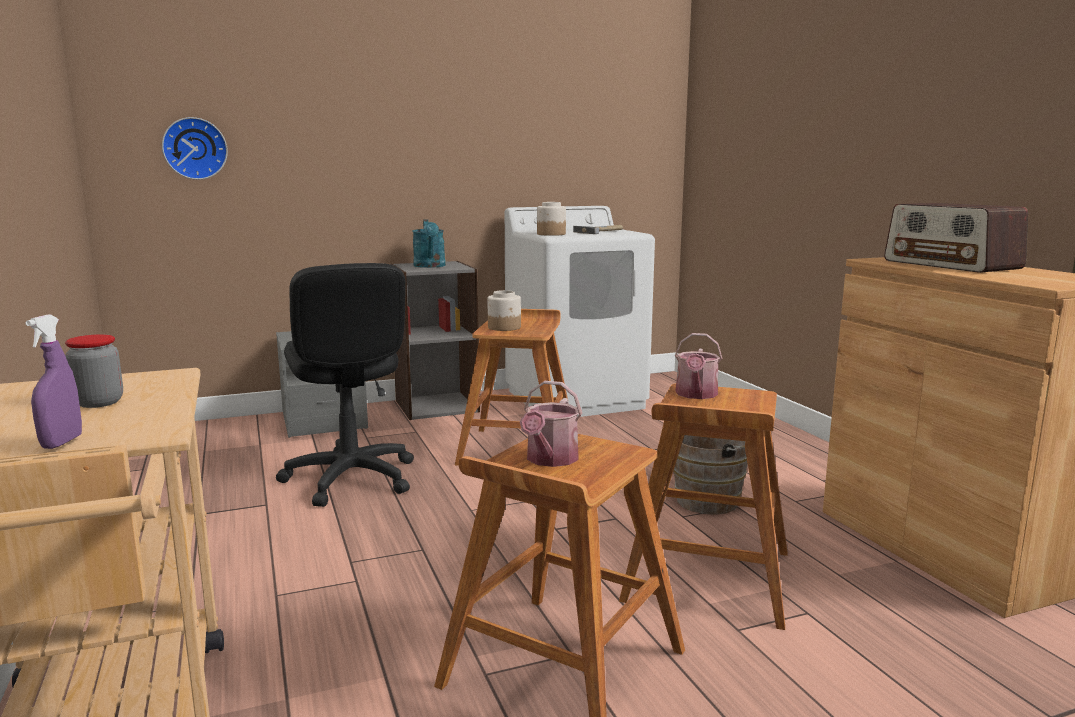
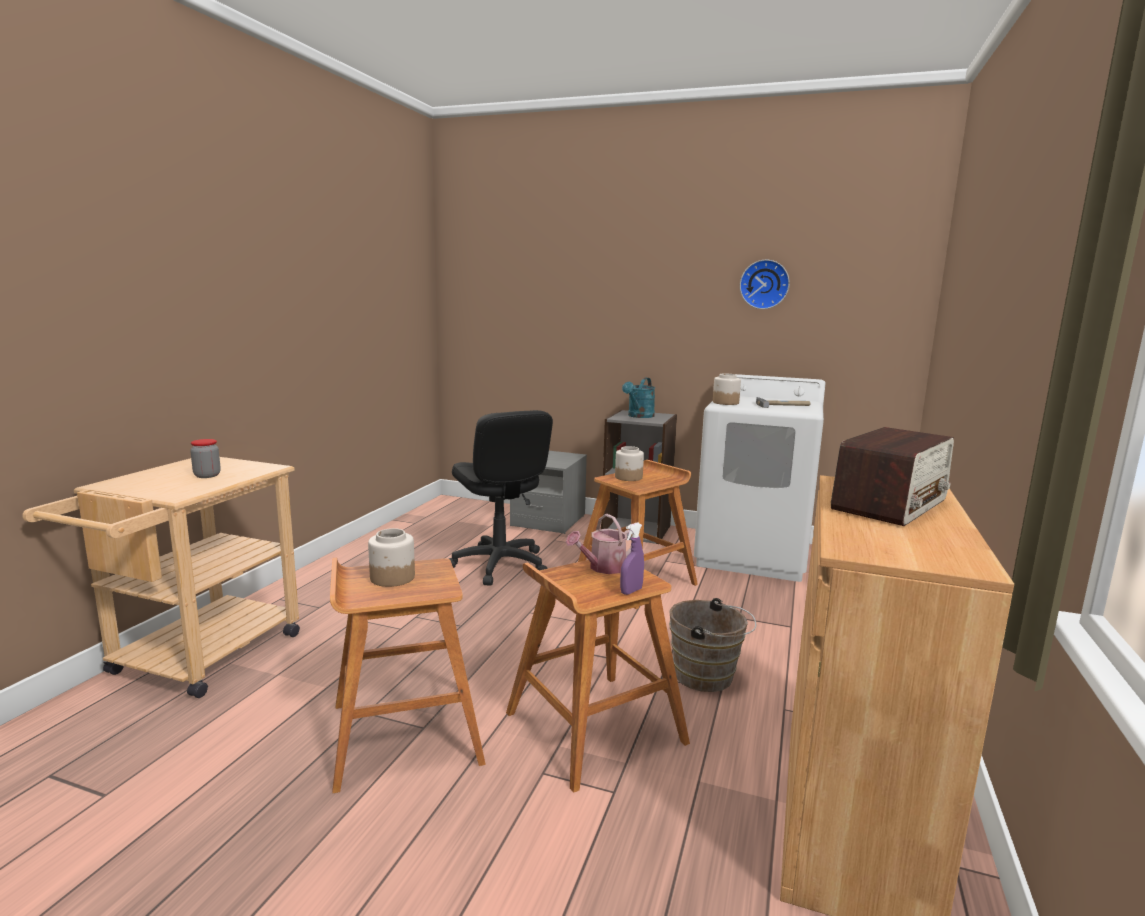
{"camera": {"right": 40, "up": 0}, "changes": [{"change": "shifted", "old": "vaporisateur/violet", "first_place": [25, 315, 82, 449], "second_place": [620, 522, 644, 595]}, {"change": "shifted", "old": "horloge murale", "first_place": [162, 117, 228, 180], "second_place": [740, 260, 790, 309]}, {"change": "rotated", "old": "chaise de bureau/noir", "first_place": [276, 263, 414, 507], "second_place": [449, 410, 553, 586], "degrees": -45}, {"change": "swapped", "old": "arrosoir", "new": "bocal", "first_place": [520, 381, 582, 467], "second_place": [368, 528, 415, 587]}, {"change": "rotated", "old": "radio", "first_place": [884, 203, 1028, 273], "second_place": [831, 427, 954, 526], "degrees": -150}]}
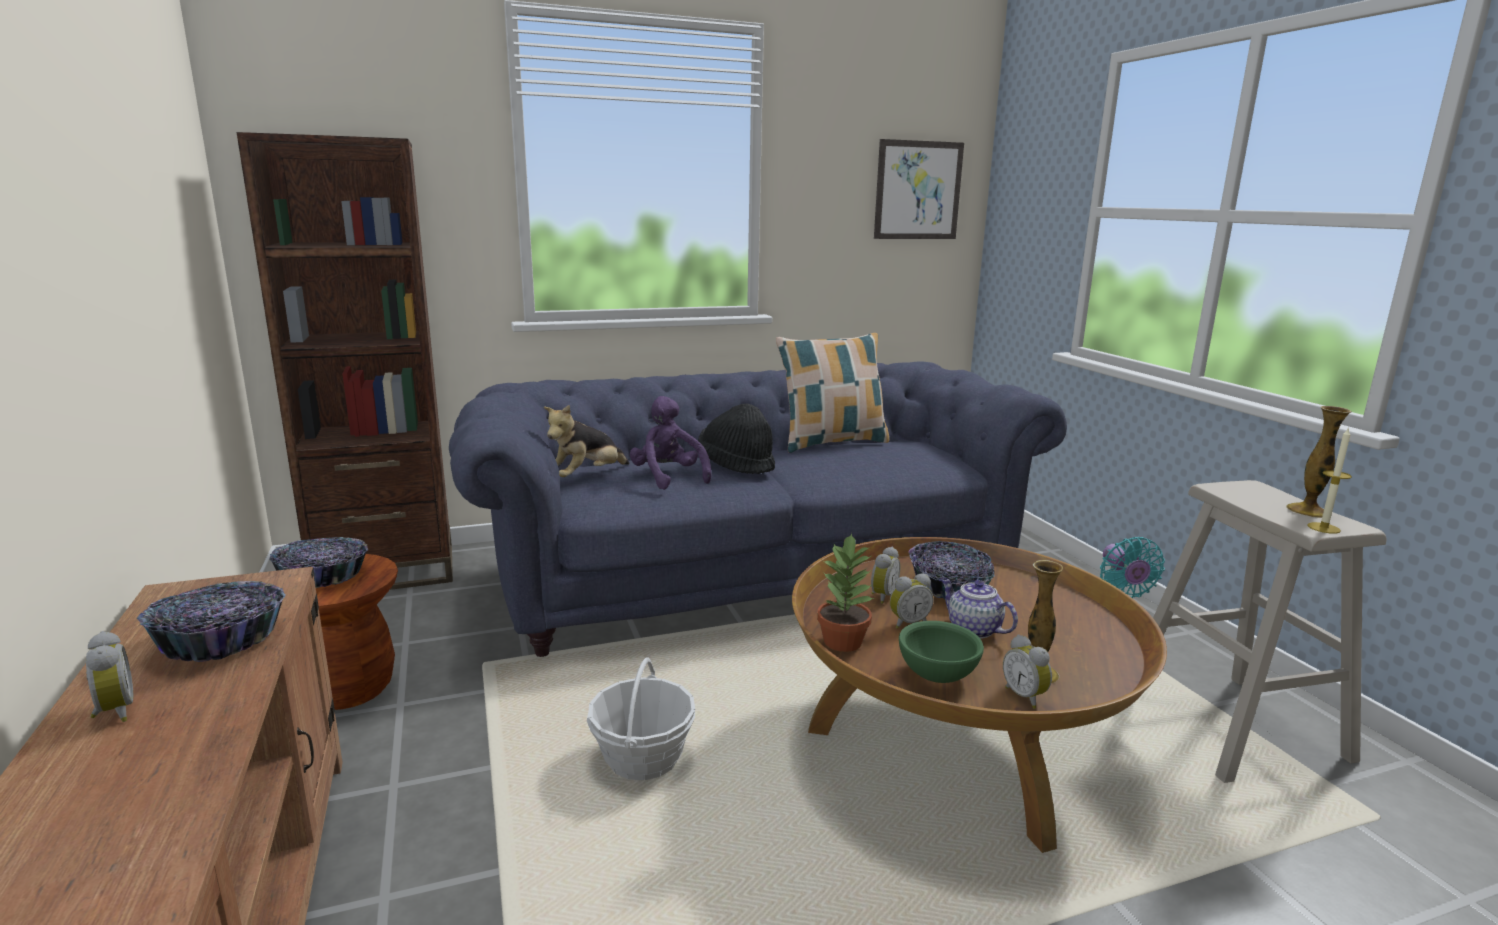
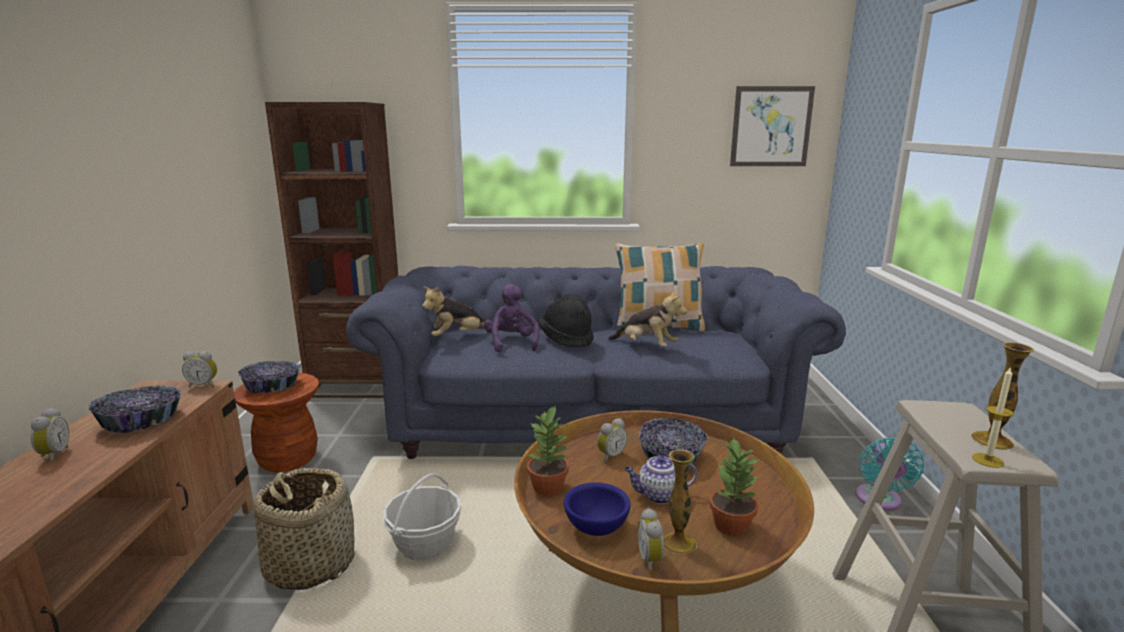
{"camera": {"right": 20, "up": 0}, "changes": [{"change": "shifted", "old": "réveil", "first_place": [890, 574, 933, 629], "second_place": [182, 351, 217, 388]}, {"change": "repainted", "old": "bol/vert", "new": "bol/bleu", "first_place": [899, 621, 984, 683], "second_place": [564, 482, 631, 536]}, {"change": "rotated", "old": "théière", "first_place": [940, 578, 1018, 639], "second_place": [624, 456, 697, 504], "degrees": -75}, {"change": "new", "new": "panier", "second_place": [253, 468, 355, 590]}, {"change": "new", "new": "peluche", "second_place": [608, 289, 687, 347]}, {"change": "new", "new": "plante en pot", "second_place": [710, 438, 759, 536]}]}
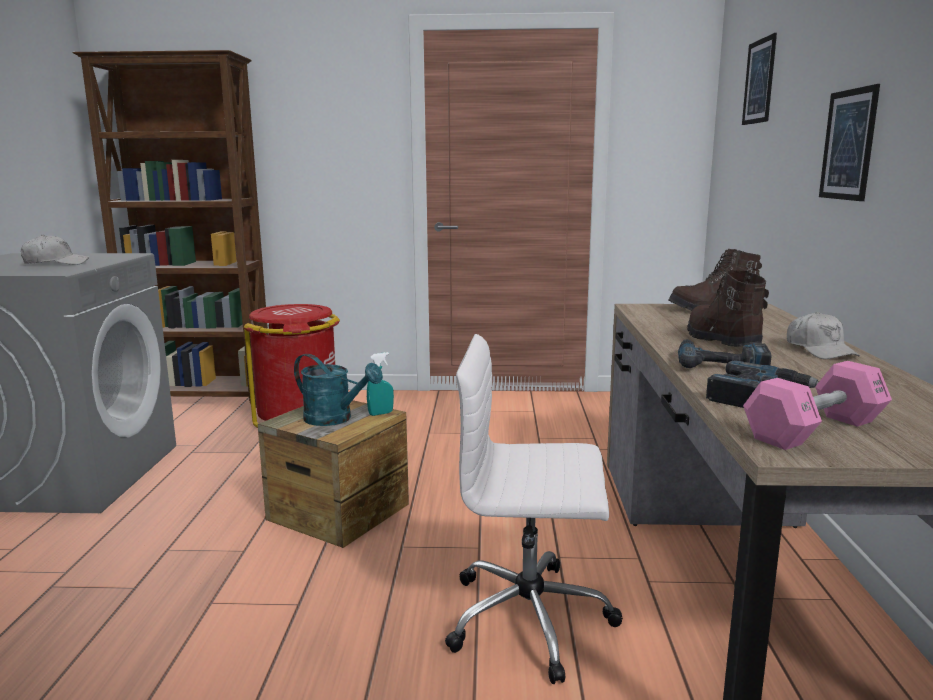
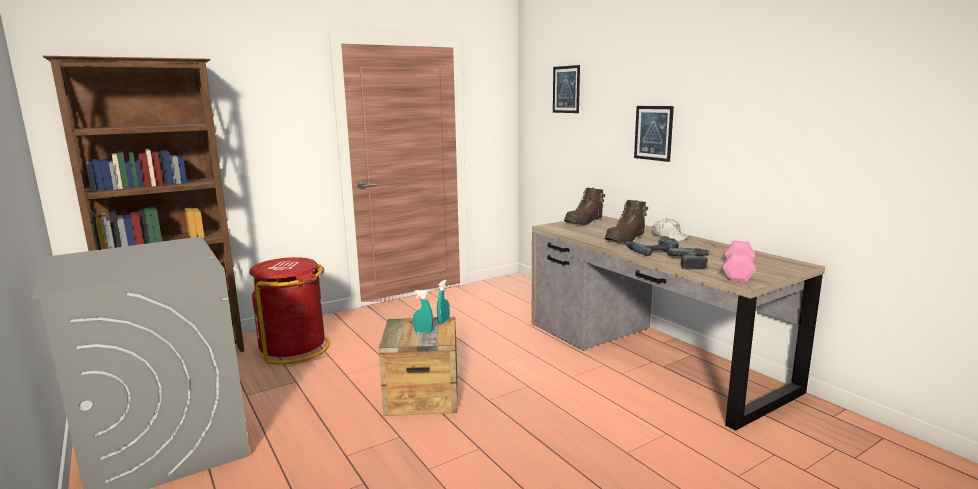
{"camera": {"right": -35, "up": 0}, "changes": [{"change": "gone", "old": "casquette/blanc", "first_place": [21, 235, 89, 265]}, {"change": "swapped", "old": "arrosoir/turquoise", "new": "vaporisateur/turquoise", "first_place": [294, 354, 383, 426], "second_place": [413, 290, 433, 333]}, {"change": "gone", "old": "chaise de bureau/blanc", "first_place": [445, 334, 623, 684]}, {"change": "rotated", "old": "botte/marron", "first_place": [687, 270, 769, 347], "second_place": [605, 200, 648, 243], "degrees": -90}]}
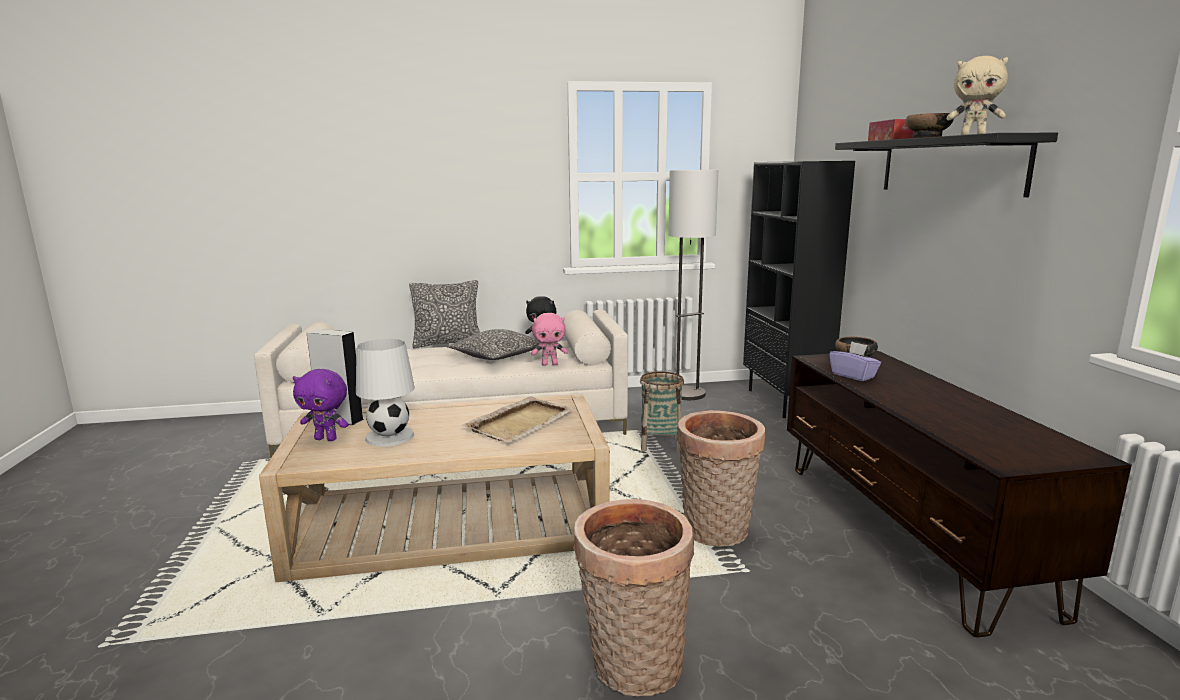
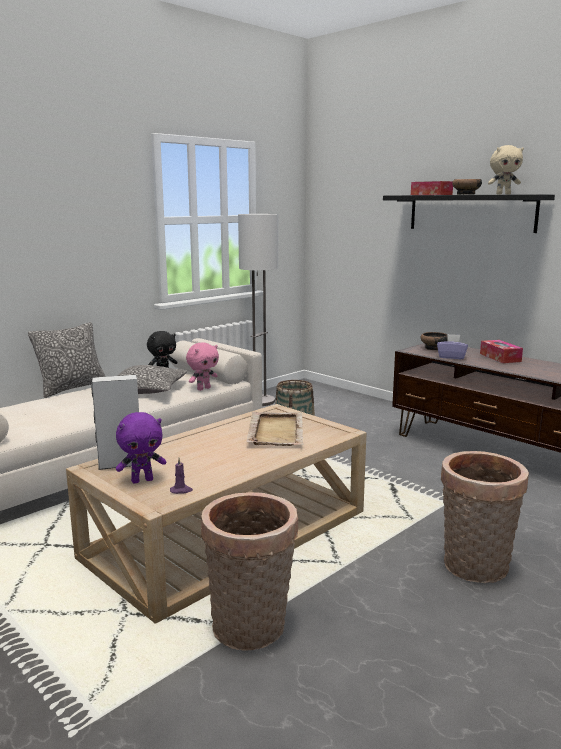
{"camera": {"right": -35, "up": 0}, "changes": [{"change": "gone", "old": "lampe de table/blanc", "first_place": [356, 339, 415, 447]}, {"change": "shifted", "old": "panier", "first_place": [677, 410, 765, 547], "second_place": [201, 492, 298, 651]}, {"change": "gone", "old": "bibliothèque/noir", "first_place": [743, 161, 855, 418]}, {"change": "new", "new": "bougie/violet", "second_place": [170, 458, 193, 494]}, {"change": "new", "new": "boîte à mouchoirs", "second_place": [480, 340, 523, 363]}]}
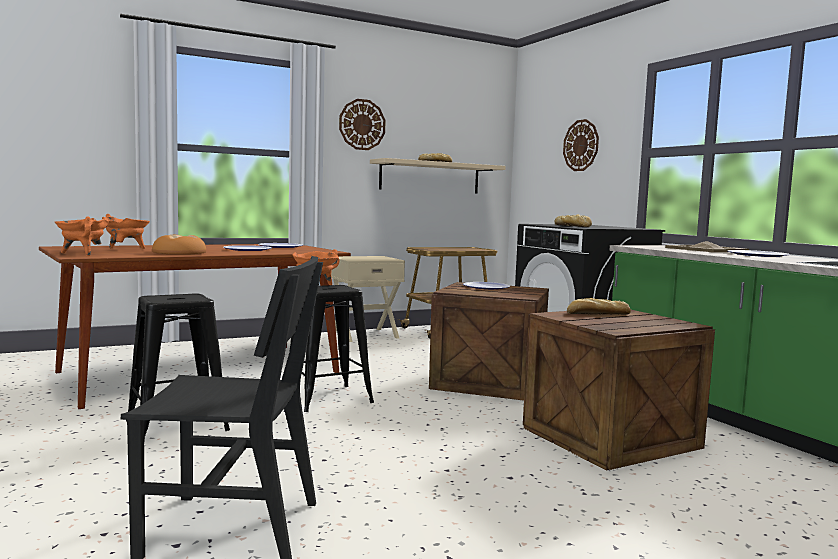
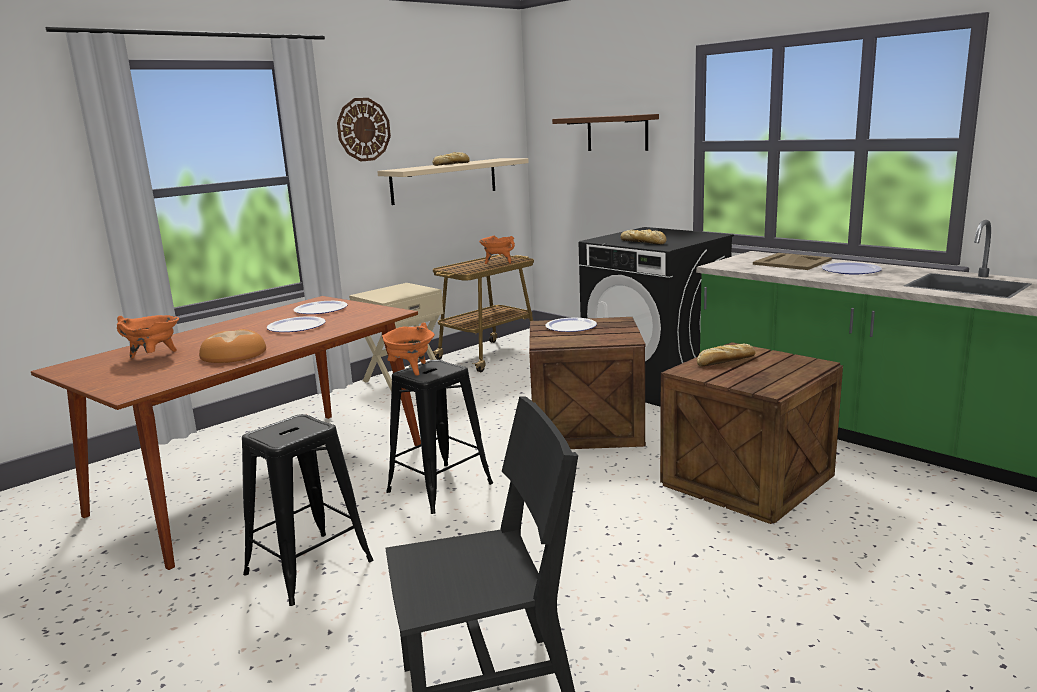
{"camera": {"right": -15, "up": 10}, "changes": [{"change": "shifted", "old": "marmite/orange", "first_place": [55, 216, 109, 256], "second_place": [479, 236, 515, 264]}, {"change": "swapped", "old": "horloge murale", "new": "étagère/marron", "first_place": [563, 119, 599, 171], "second_place": [552, 114, 659, 151]}]}
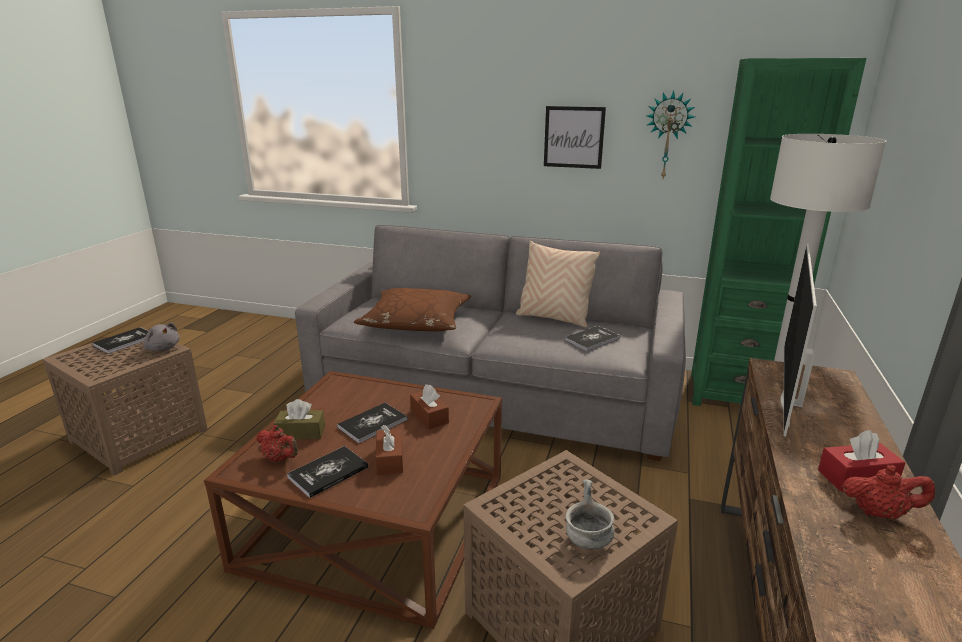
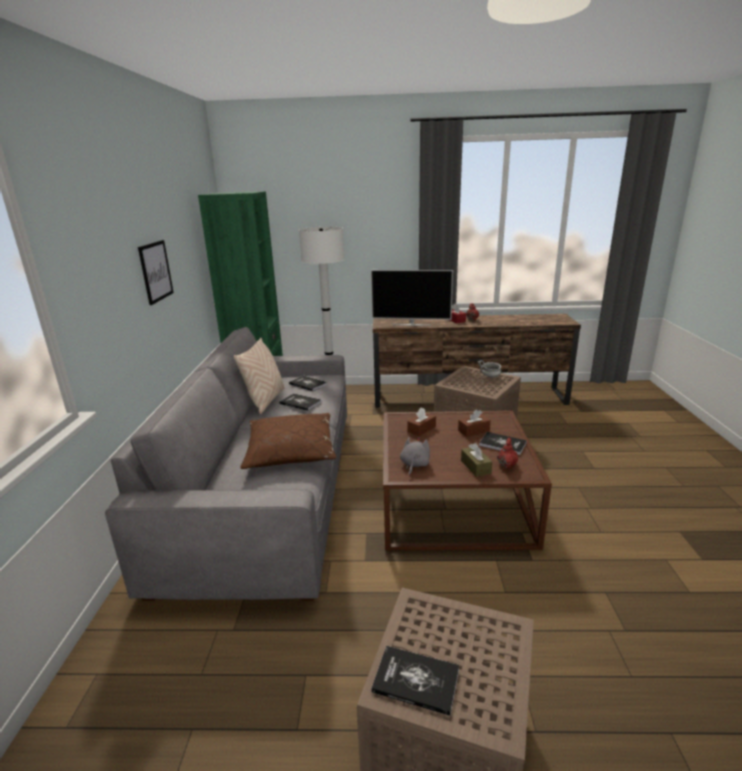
{"camera": {"right": -105, "up": 0}, "changes": [{"change": "shifted", "old": "peluche/gris", "first_place": [143, 322, 180, 351], "second_place": [400, 437, 430, 476]}, {"change": "shifted", "old": "livre", "first_place": [337, 403, 408, 443], "second_place": [279, 393, 322, 411]}, {"change": "gone", "old": "horloge murale", "first_place": [647, 91, 695, 178]}]}
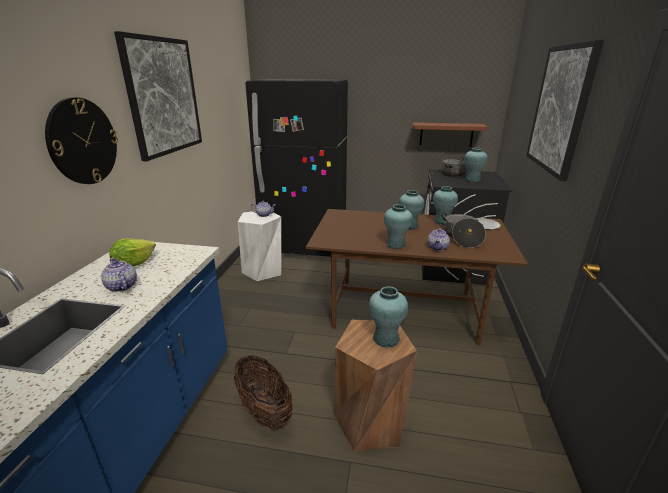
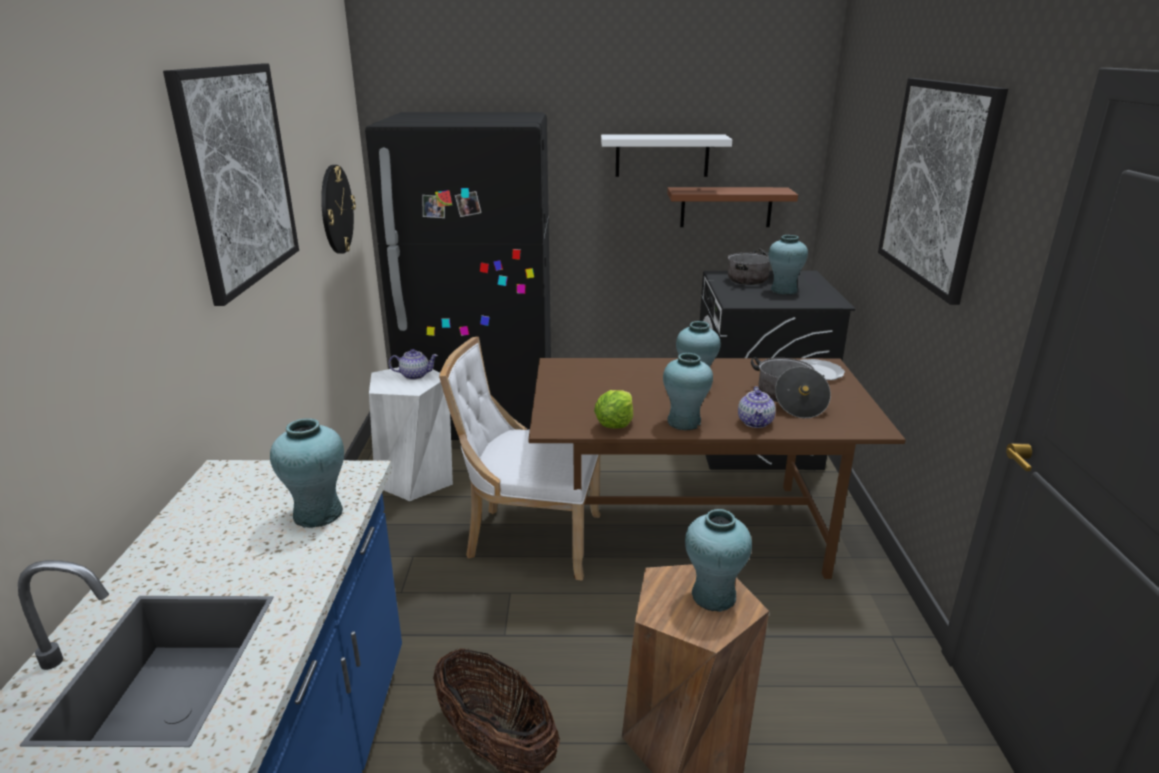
{"camera": {"right": -10, "up": 0}, "changes": [{"change": "shifted", "old": "horloge murale", "first_place": [45, 97, 118, 184], "second_place": [321, 165, 356, 254]}, {"change": "gone", "old": "théière", "first_place": [101, 258, 137, 292]}, {"change": "shifted", "old": "laitue", "first_place": [109, 238, 156, 267], "second_place": [594, 390, 633, 429]}, {"change": "shifted", "old": "vase/turquoise", "first_place": [433, 186, 458, 225], "second_place": [270, 418, 344, 528]}, {"change": "new", "new": "chaise/blanc", "second_place": [439, 337, 601, 581]}, {"change": "new", "new": "étagère/blanc", "second_place": [601, 134, 732, 177]}]}
